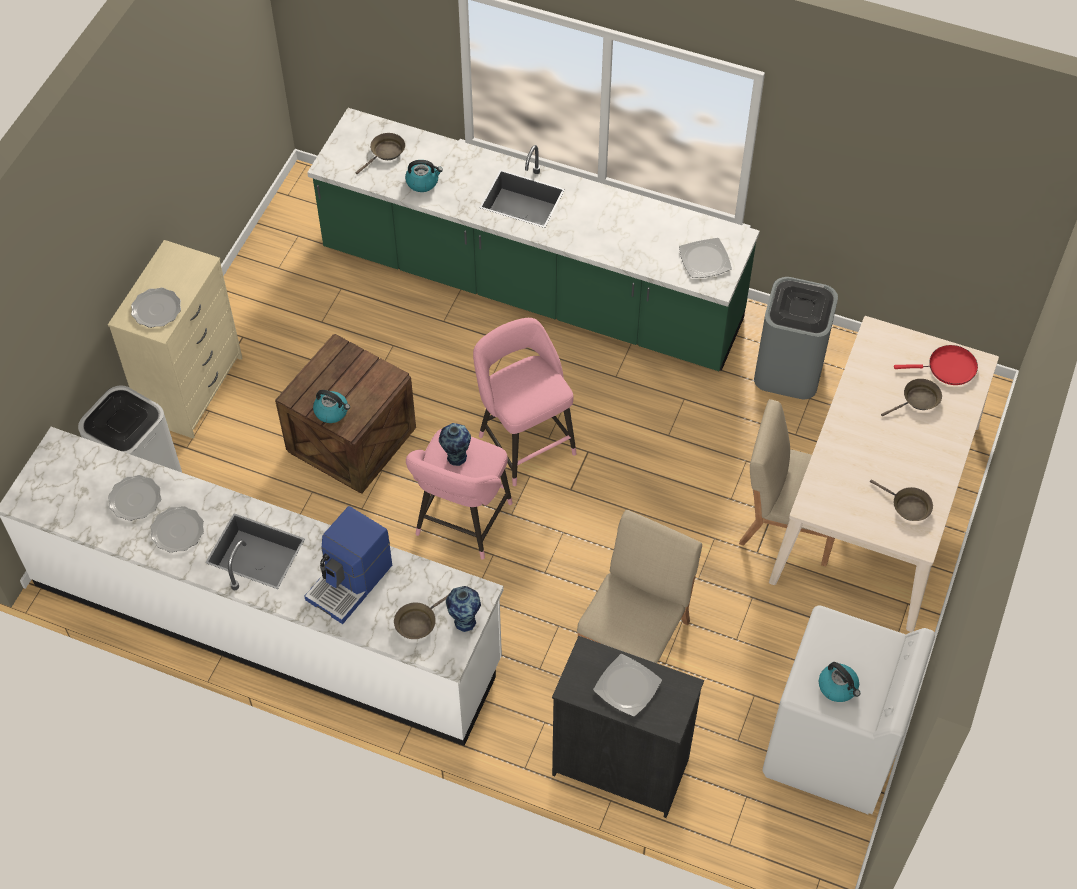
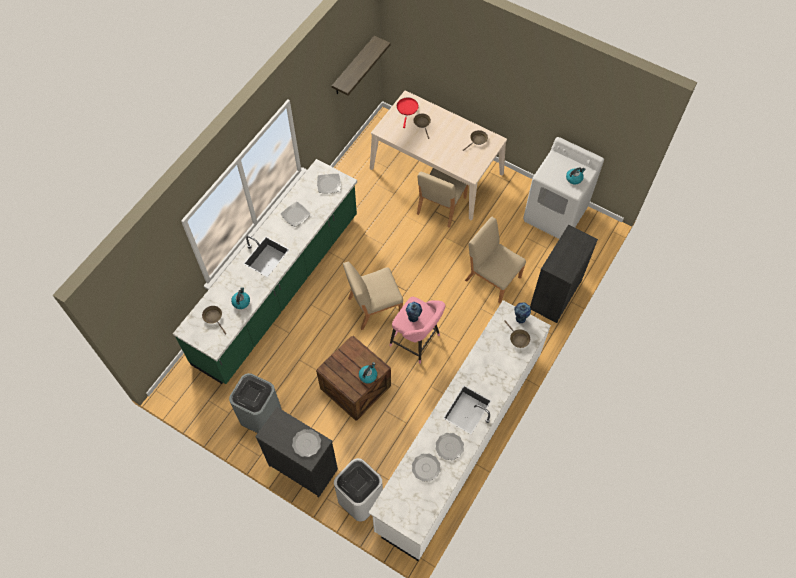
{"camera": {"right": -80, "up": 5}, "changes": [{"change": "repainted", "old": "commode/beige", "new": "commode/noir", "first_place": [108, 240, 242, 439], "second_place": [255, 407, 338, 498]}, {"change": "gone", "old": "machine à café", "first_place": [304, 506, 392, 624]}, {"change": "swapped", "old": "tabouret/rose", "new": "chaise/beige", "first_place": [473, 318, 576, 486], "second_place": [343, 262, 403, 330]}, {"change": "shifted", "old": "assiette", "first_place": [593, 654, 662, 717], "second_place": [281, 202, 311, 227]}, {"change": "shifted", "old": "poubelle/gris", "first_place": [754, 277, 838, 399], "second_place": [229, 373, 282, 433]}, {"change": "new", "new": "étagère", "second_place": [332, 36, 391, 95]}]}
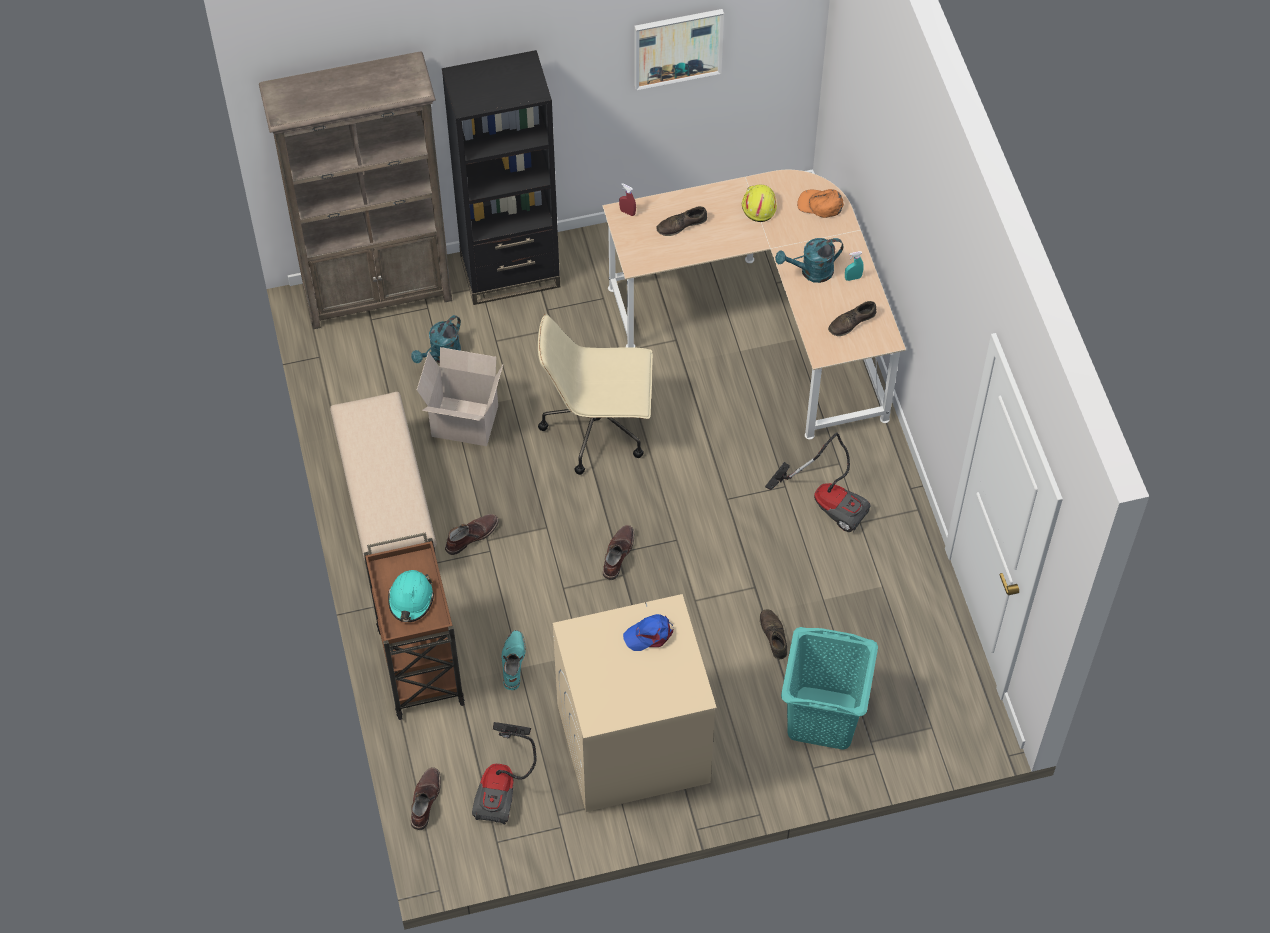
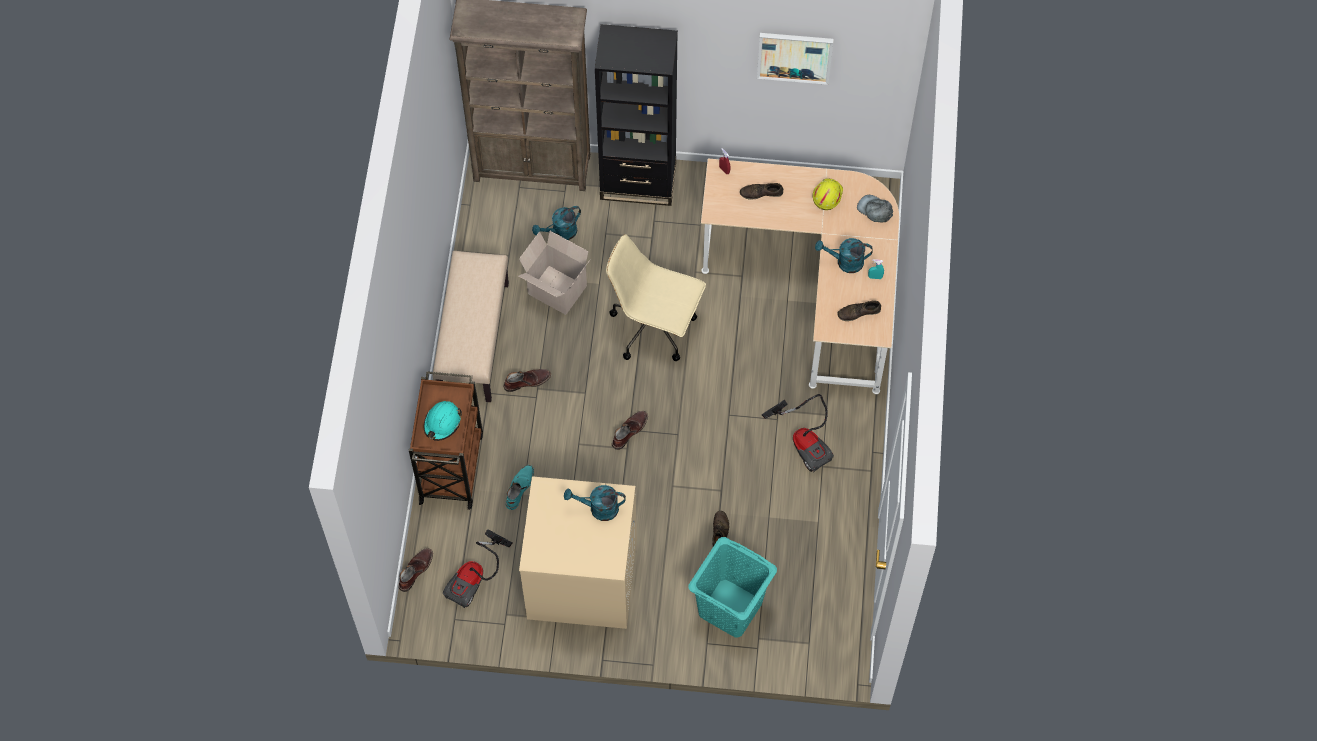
{"camera": {"right": 20, "up": 5}, "changes": [{"change": "swapped", "old": "casquette/bleu", "new": "arrosoir/turquoise", "first_place": [623, 614, 673, 651], "second_place": [564, 485, 626, 521]}, {"change": "repainted", "old": "casquette/orange", "new": "casquette/gris", "first_place": [797, 189, 844, 218], "second_place": [857, 195, 893, 222]}]}
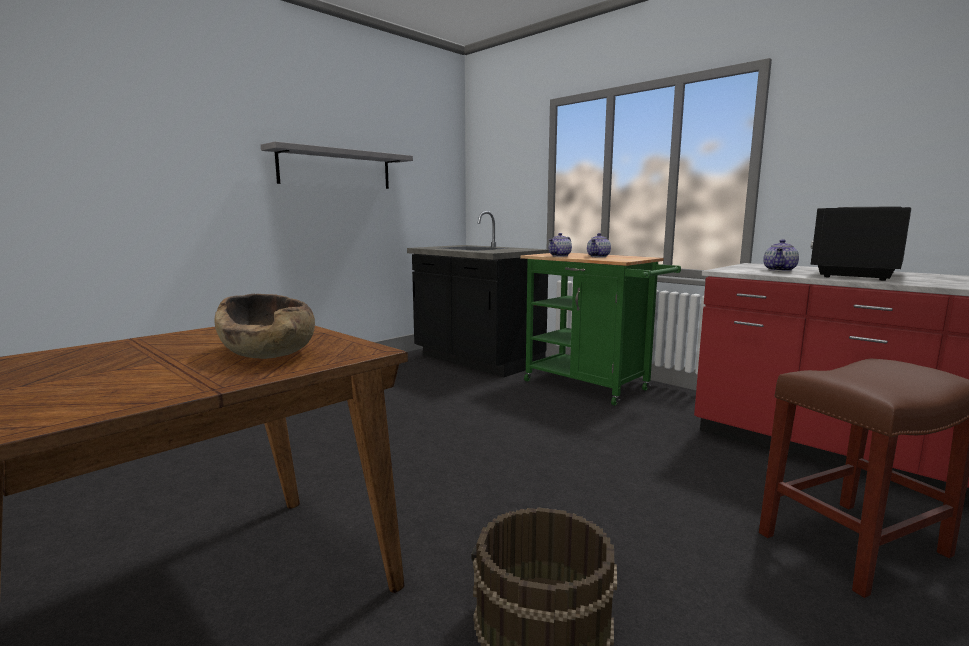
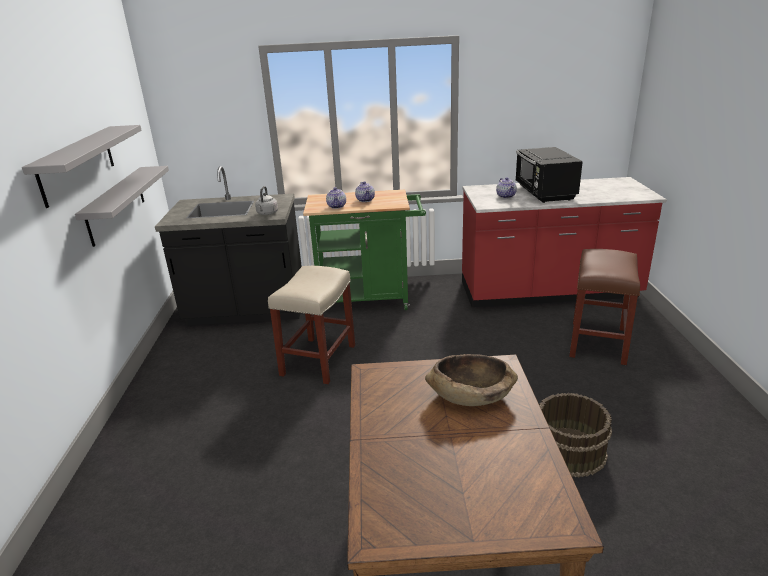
{"camera": {"right": -45, "up": 15}, "changes": [{"change": "new", "new": "étagère/gris", "second_place": [75, 166, 169, 247]}, {"change": "new", "new": "bouilloire/gris", "second_place": [255, 186, 278, 215]}, {"change": "new", "new": "tabouret/beige", "second_place": [268, 266, 355, 384]}]}
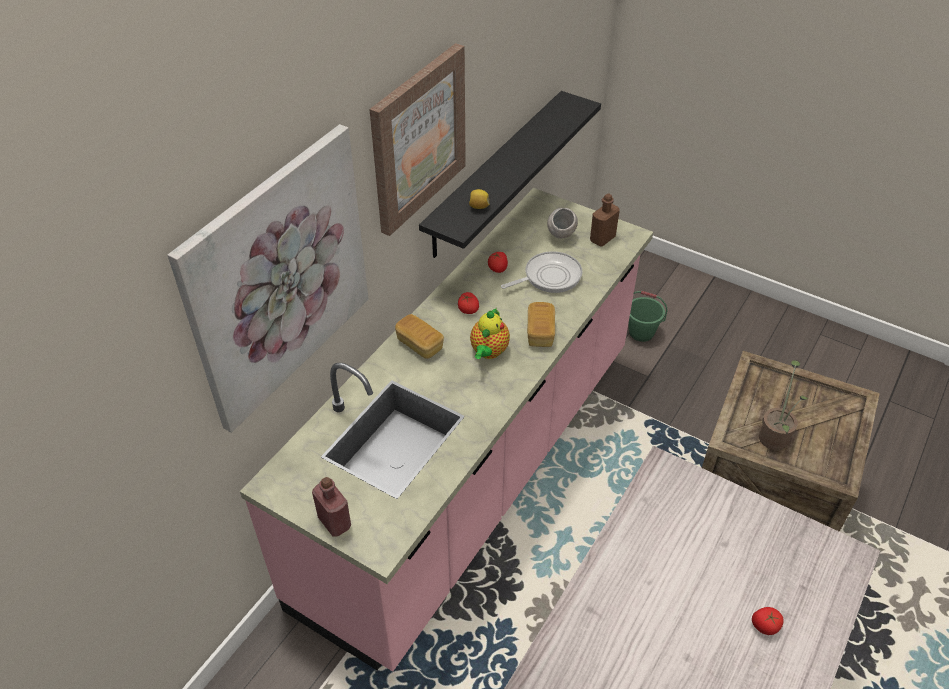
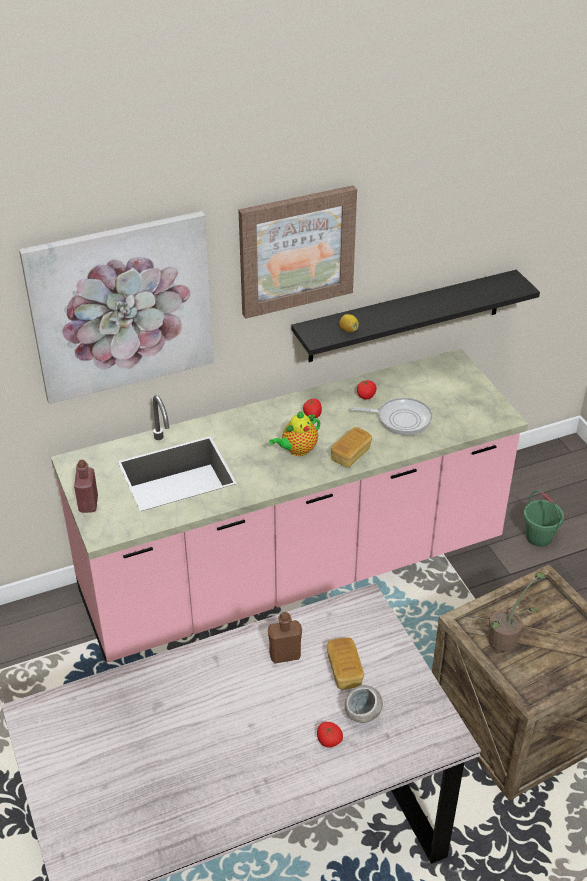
{"camera": {"right": 35, "up": -5}, "changes": [{"change": "shifted", "old": "pain", "first_place": [395, 314, 444, 359], "second_place": [327, 637, 364, 690]}, {"change": "shifted", "old": "bol/gris", "first_place": [547, 208, 578, 238], "second_place": [345, 685, 383, 723]}, {"change": "shifted", "old": "bouteille/marron", "first_place": [590, 193, 620, 247], "second_place": [268, 612, 302, 664]}]}
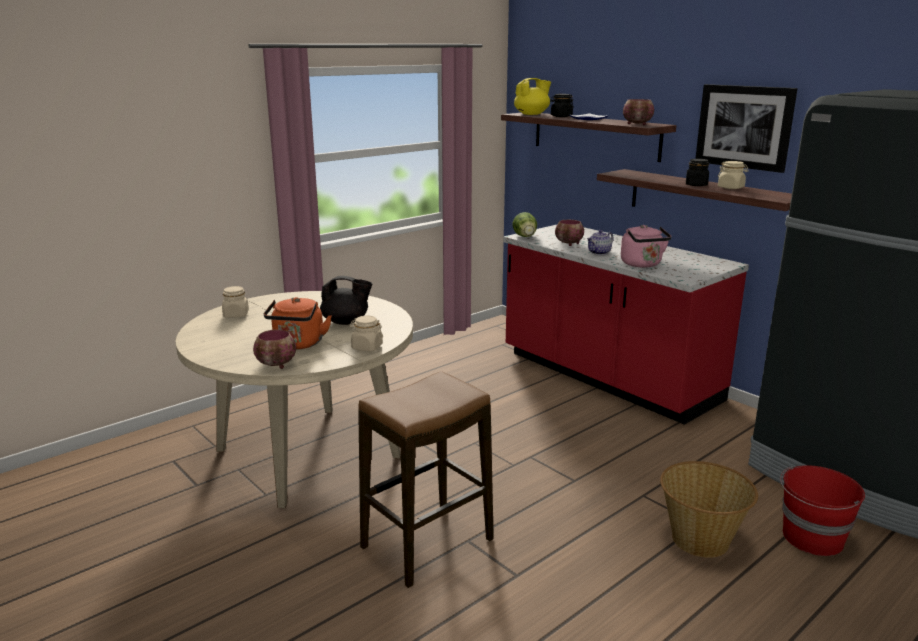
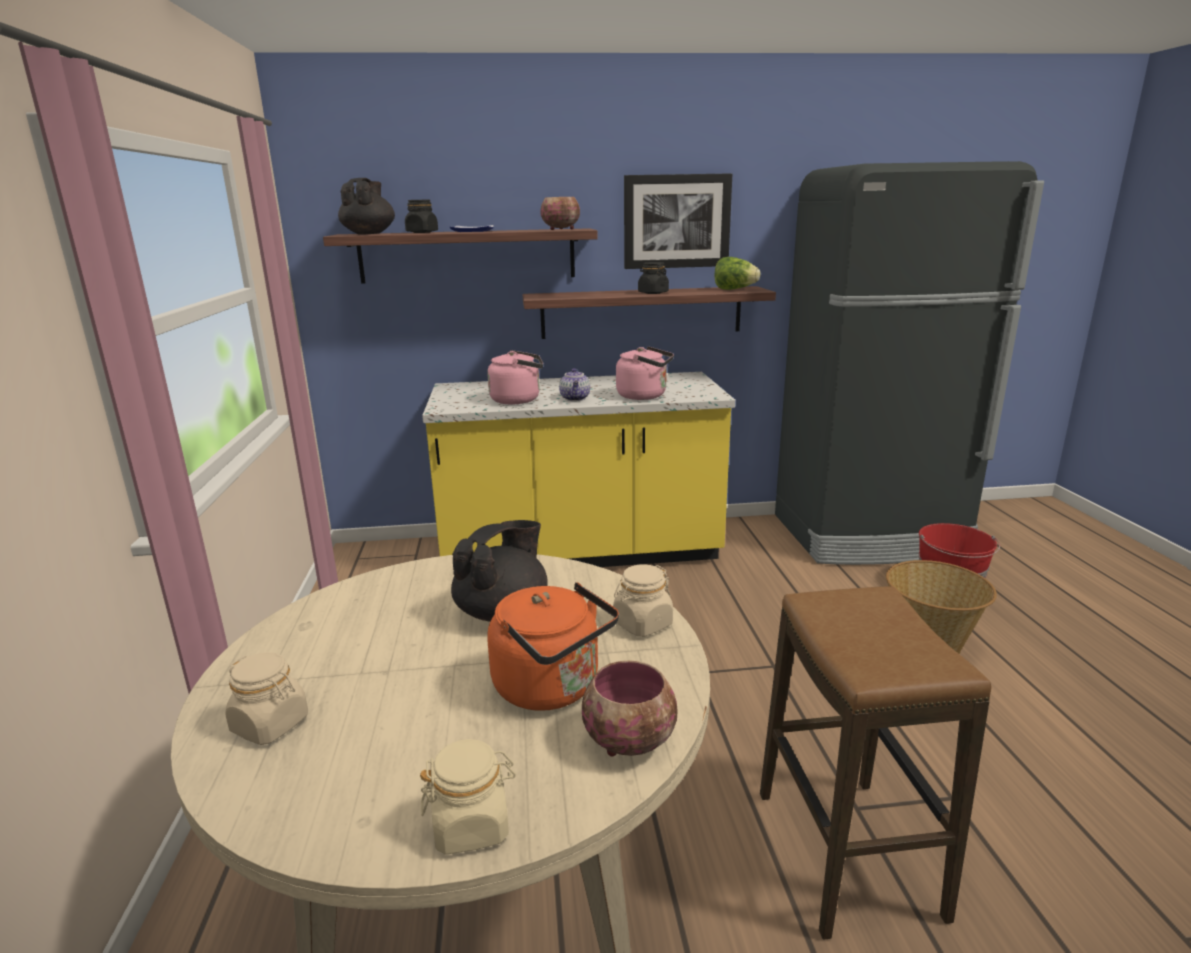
{"camera": {"right": -55, "up": 0}, "changes": [{"change": "repainted", "old": "comptoir de cuisine/rouge", "new": "comptoir de cuisine/jaune", "first_place": [503, 225, 749, 425], "second_place": [422, 372, 735, 567]}, {"change": "shifted", "old": "laitue", "first_place": [512, 212, 537, 237], "second_place": [715, 257, 760, 290]}, {"change": "repainted", "old": "théière/jaune", "new": "théière/noir", "first_place": [514, 78, 551, 115], "second_place": [338, 178, 395, 235]}, {"change": "swapped", "old": "bol", "new": "bouilloire/rose", "first_place": [555, 220, 584, 246], "second_place": [487, 350, 543, 404]}, {"change": "shifted", "old": "bocal/beige", "first_place": [718, 161, 749, 189], "second_place": [420, 739, 516, 855]}]}
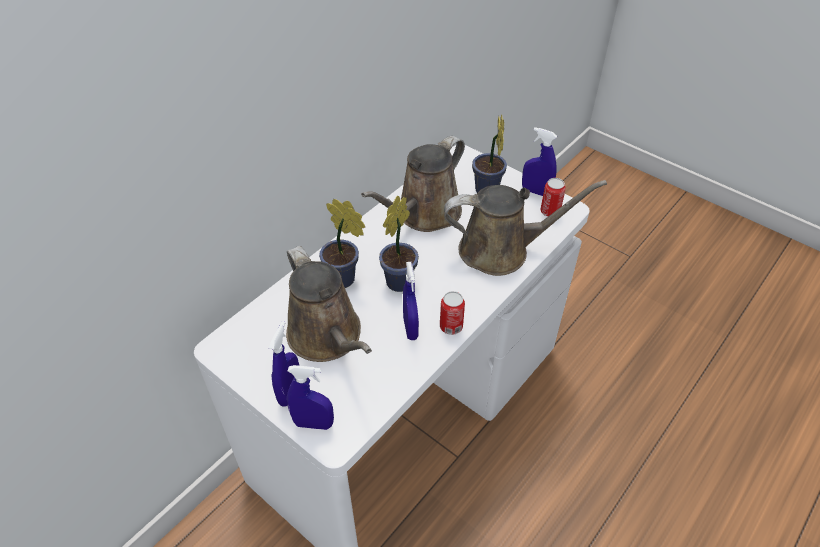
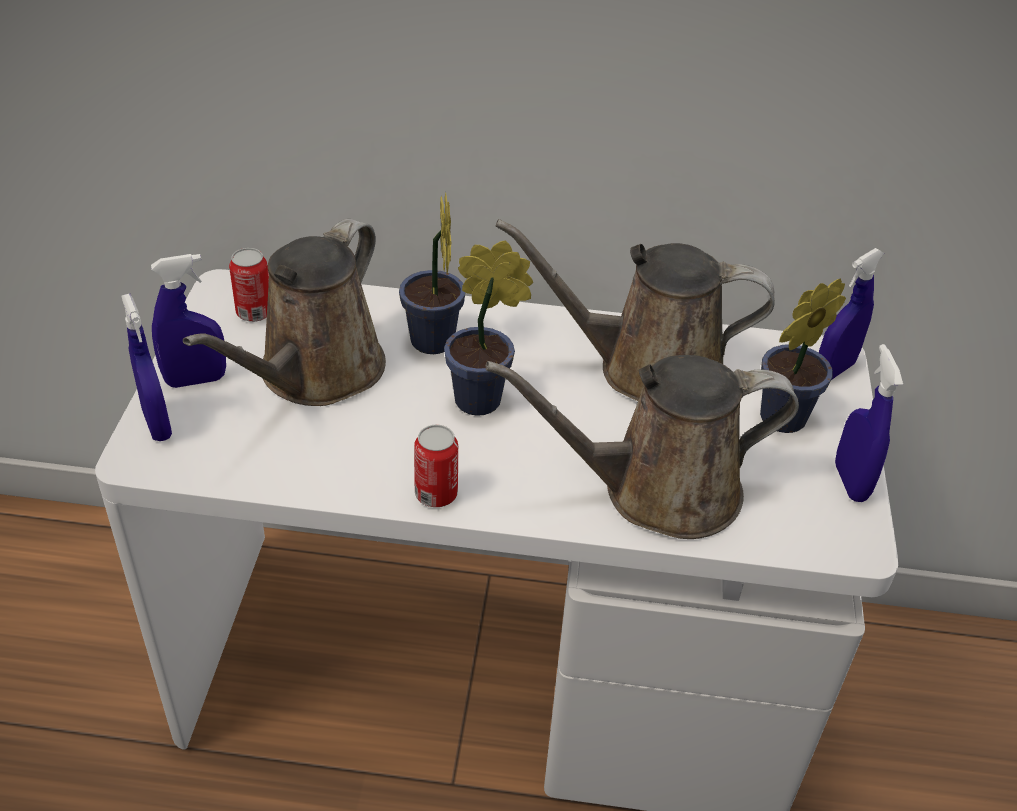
{"camera": {"right": 55, "up": -5}, "changes": [{"change": "shifted", "old": "vaporisateur/bleu", "first_place": [403, 262, 419, 340], "second_place": [819, 248, 884, 380]}, {"change": "rotated", "old": "arrosoir/marron", "first_place": [444, 180, 607, 276], "second_place": [486, 355, 799, 539], "degrees": 120}, {"change": "shifted", "old": "boîte métallique", "first_place": [540, 178, 566, 217], "second_place": [229, 248, 269, 322]}]}
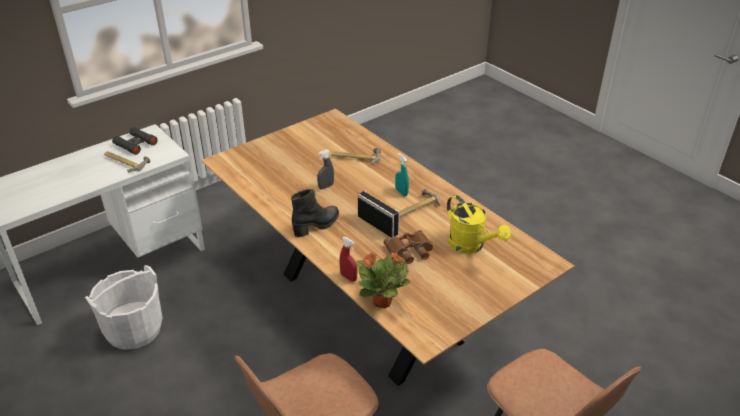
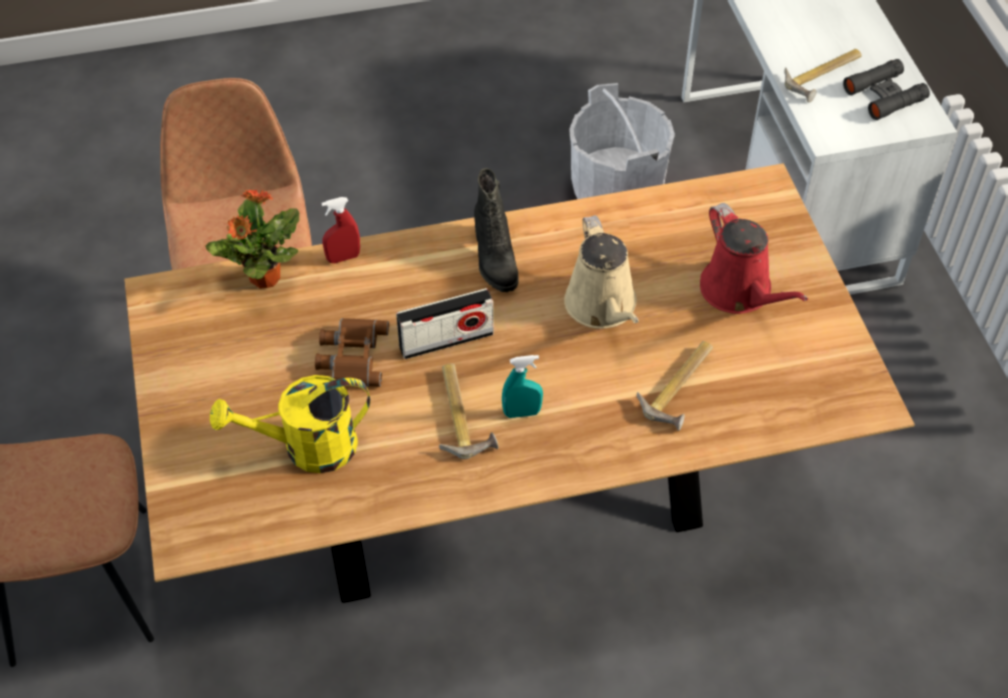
{"camera": {"right": 115, "up": 15}, "changes": [{"change": "swapped", "old": "vaporisateur/gris", "new": "arrosoir/beige", "first_place": [317, 149, 334, 190], "second_place": [564, 215, 639, 329]}, {"change": "new", "new": "arrosoir/rouge", "second_place": [700, 203, 808, 314]}]}
